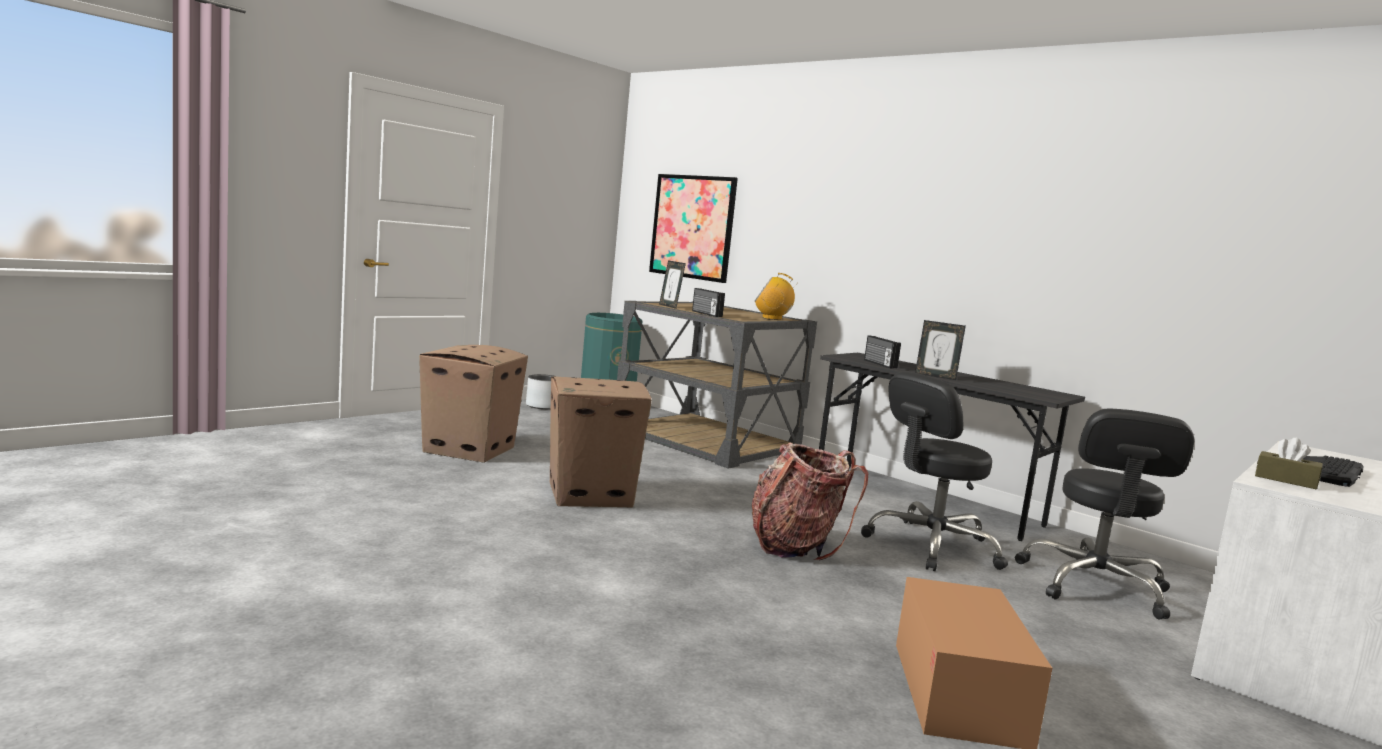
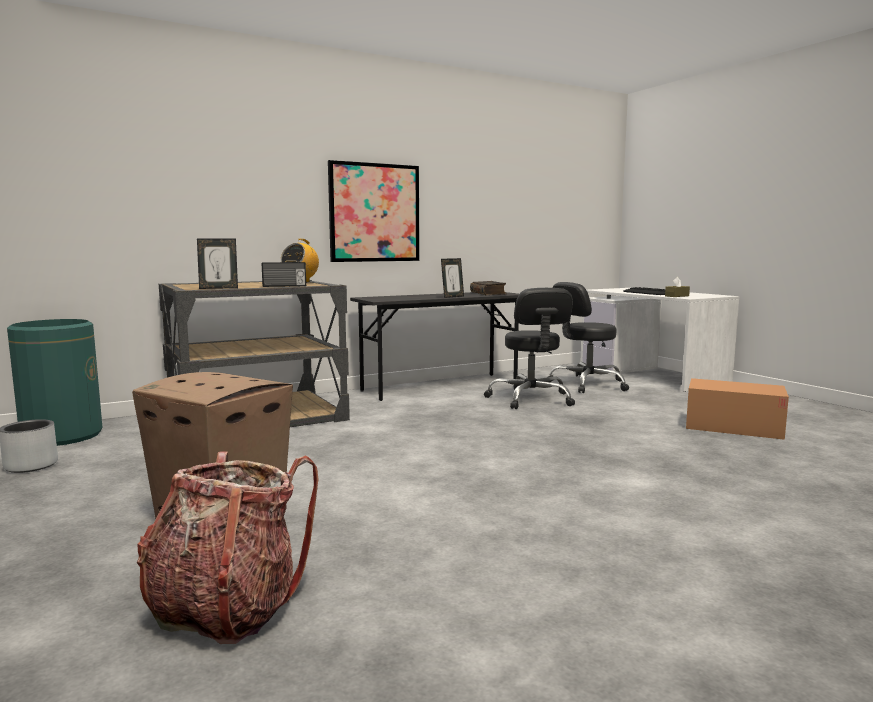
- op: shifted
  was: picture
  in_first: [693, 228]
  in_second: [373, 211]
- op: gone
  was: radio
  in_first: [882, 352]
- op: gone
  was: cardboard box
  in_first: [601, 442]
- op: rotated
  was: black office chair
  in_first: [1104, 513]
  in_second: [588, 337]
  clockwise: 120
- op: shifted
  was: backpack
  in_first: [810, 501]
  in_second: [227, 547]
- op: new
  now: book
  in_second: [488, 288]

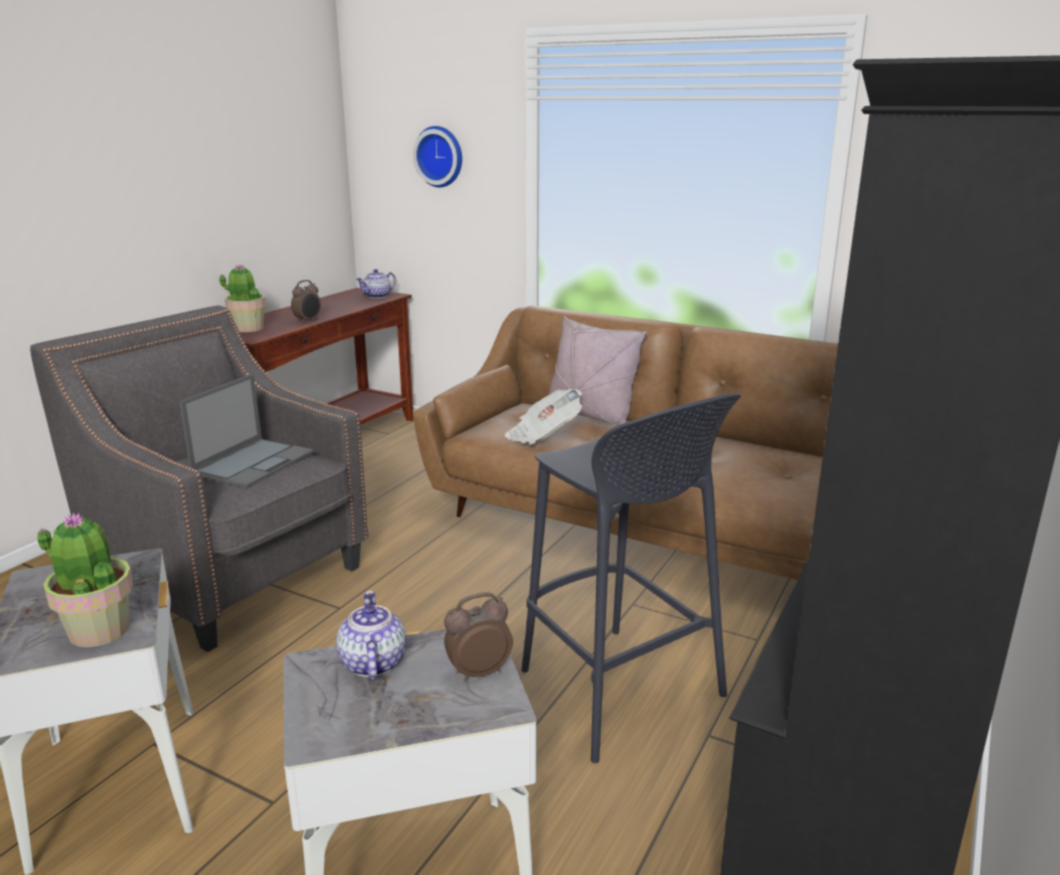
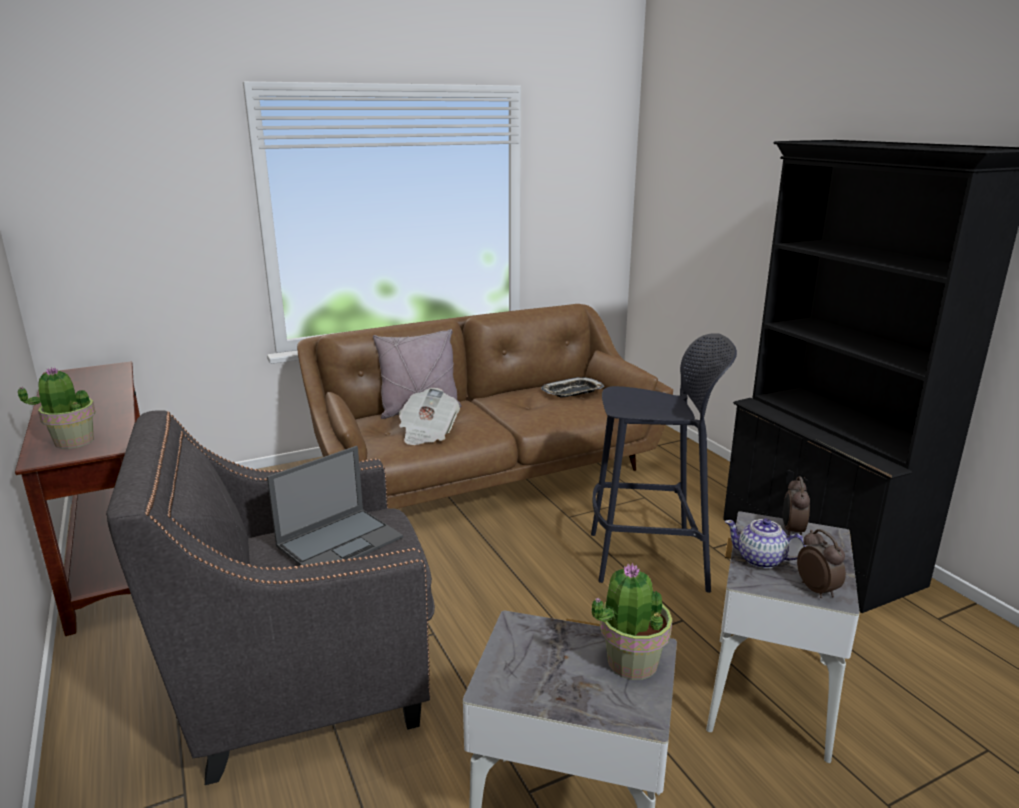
- op: gone
  was: wall clock
  in_first: [437, 156]
- op: gone
  was: teapot
  in_first: [376, 283]
- op: shifted
  was: alarm clock
  in_first: [306, 301]
  in_second: [821, 563]
- op: rotated
  was: laptop
  in_first: [246, 431]
  in_second: [335, 506]
  clockwise: 75
- op: new
  now: tray
  in_second: [572, 387]

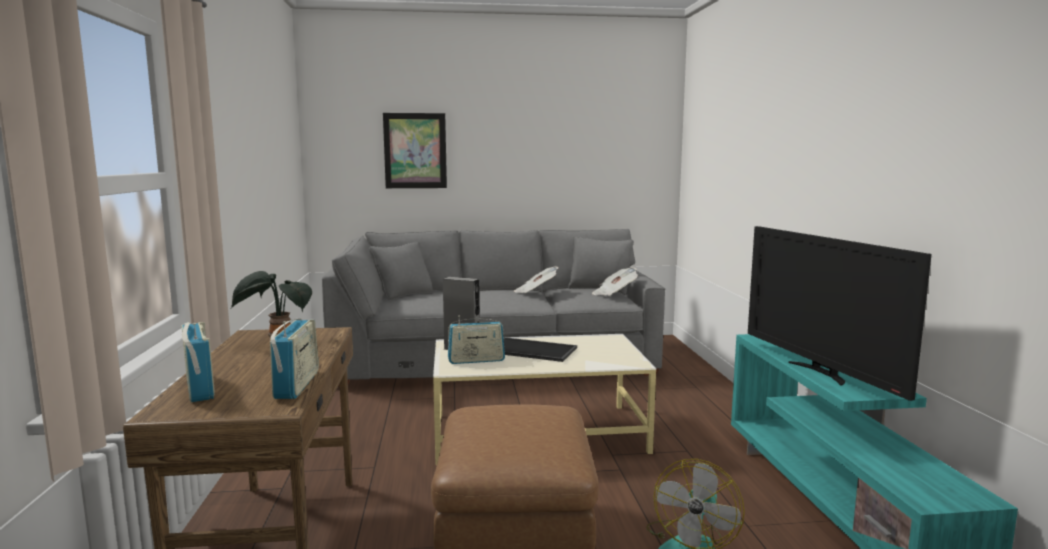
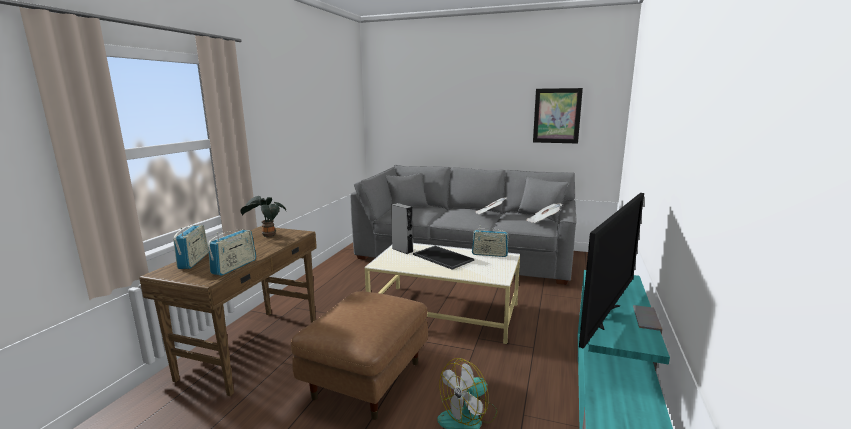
- op: shifted
  was: picture
  in_first: [415, 150]
  in_second: [558, 115]
- op: rotated
  was: television
  in_first: [840, 313]
  in_second: [611, 271]
  clockwise: -150
- op: shifted
  was: radio
  in_first: [476, 340]
  in_second: [490, 242]

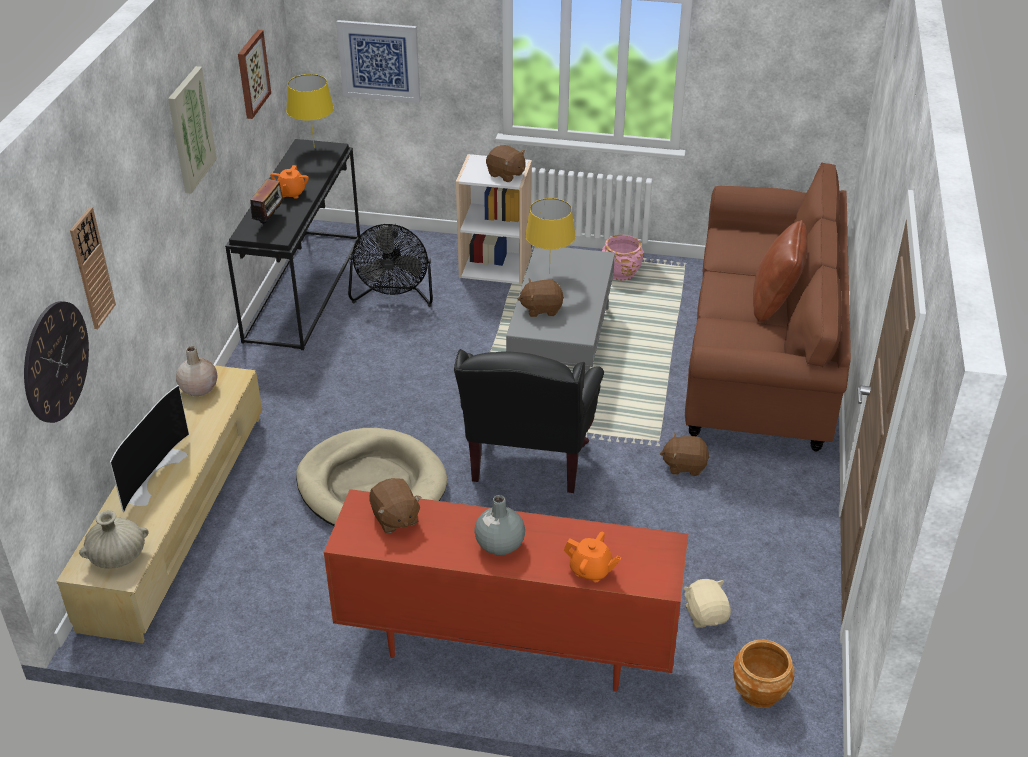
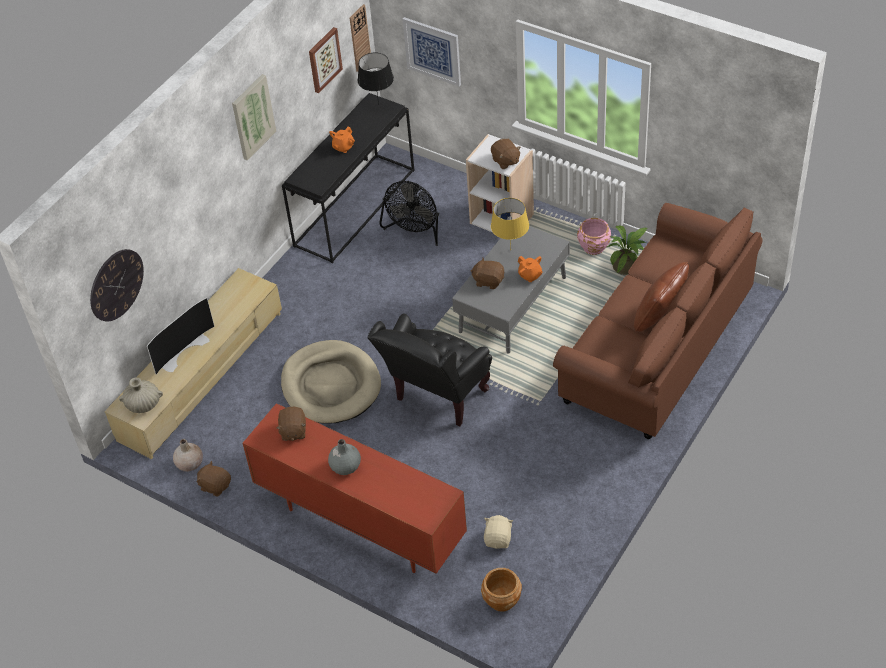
- op: repainted
  was: yellow table lamp
  now: black table lamp
  in_first: [310, 111]
  in_second: [376, 78]
- op: gone
  was: radio
  in_first: [266, 202]
- op: shifted
  was: wall clock
  in_first: [93, 268]
  in_second: [360, 38]
- op: shifted
  was: beige vase
  in_first: [196, 371]
  in_second: [188, 455]
- op: shifted
  was: brown plush toy
  in_first: [685, 454]
  in_second: [214, 479]
- op: shifted
  was: orange teapot
  in_first: [592, 557]
  in_second: [530, 269]
- op: new
  now: potted plant
  in_second: [627, 250]

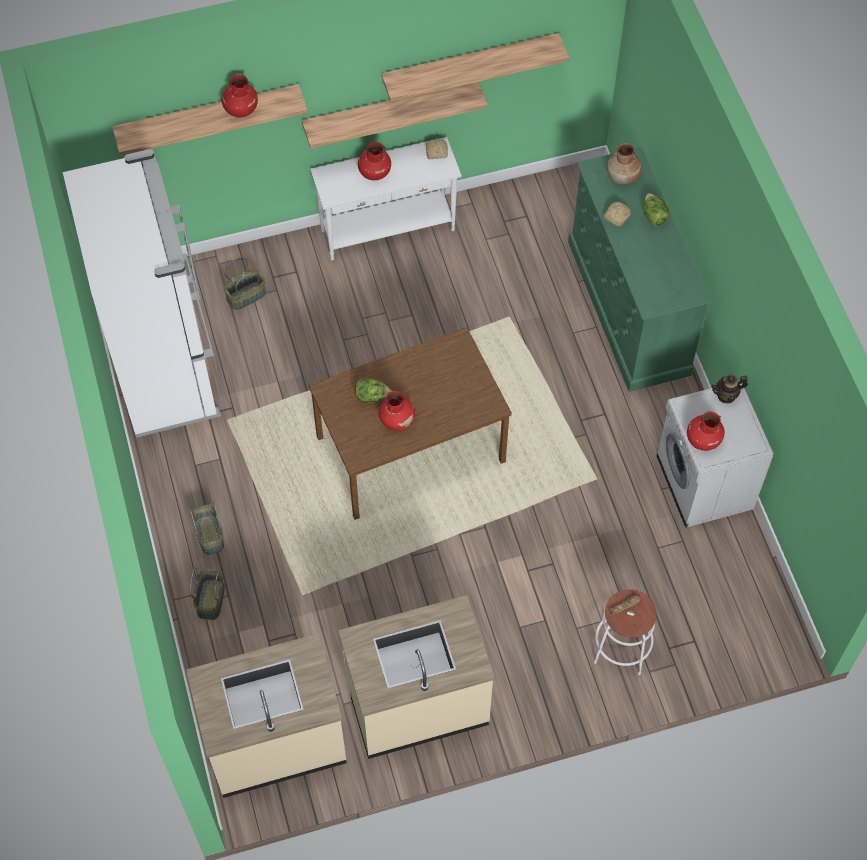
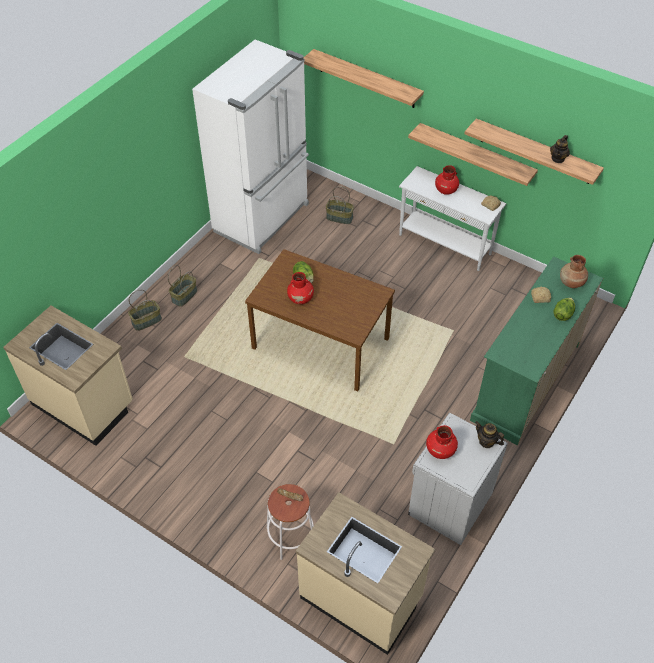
- op: gone
  was: red vase
  in_first: [239, 96]
- op: shifted
  was: beige counter
  in_first: [416, 677]
  in_second: [365, 573]
- op: new
  now: teapot
  in_second: [560, 149]

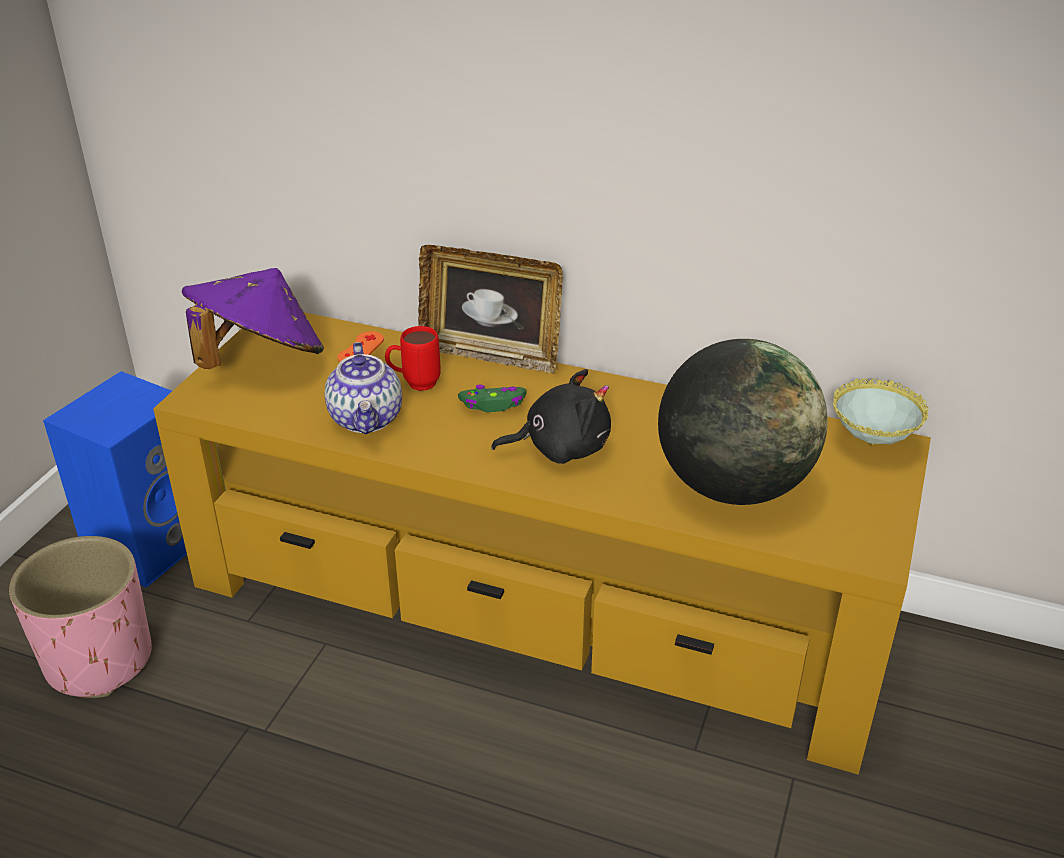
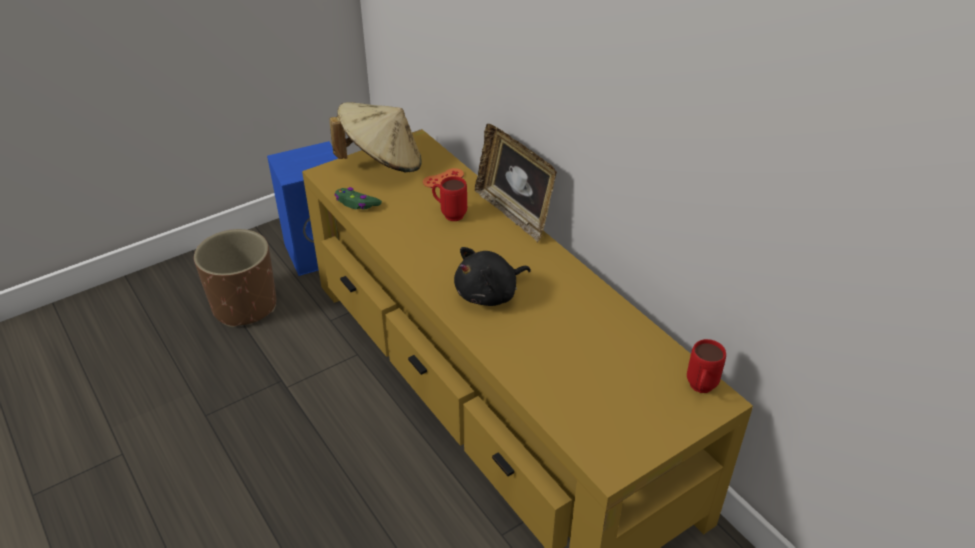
- op: repainted
  was: purple hat
  now: beige hat
  in_first: [252, 318]
  in_second: [375, 137]
- op: gone
  was: globe
  in_first: [743, 422]
- op: gone
  was: teapot
  in_first: [363, 388]
- op: rotated
  was: black plush toy
  in_first: [551, 416]
  in_second: [492, 276]
  clockwise: 120
- op: swapped
  was: bowl
  now: red mug
  in_first: [881, 411]
  in_second: [706, 366]
- op: shifted
  was: green game controller
  in_first: [492, 398]
  in_second: [358, 198]
- op: repainted
  was: pink planter
  now: brown planter
  in_first: [80, 617]
  in_second: [235, 278]

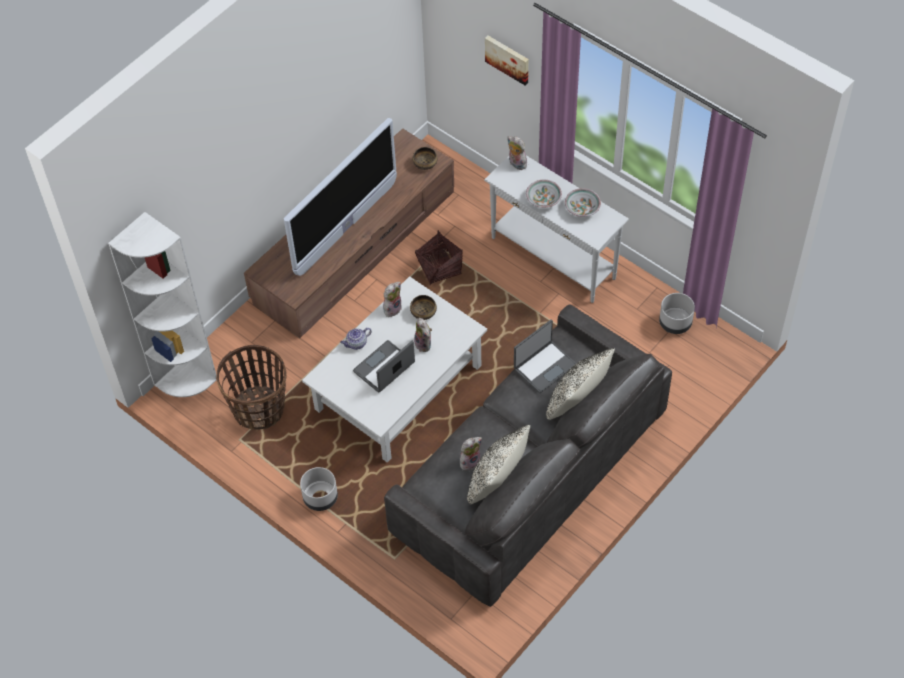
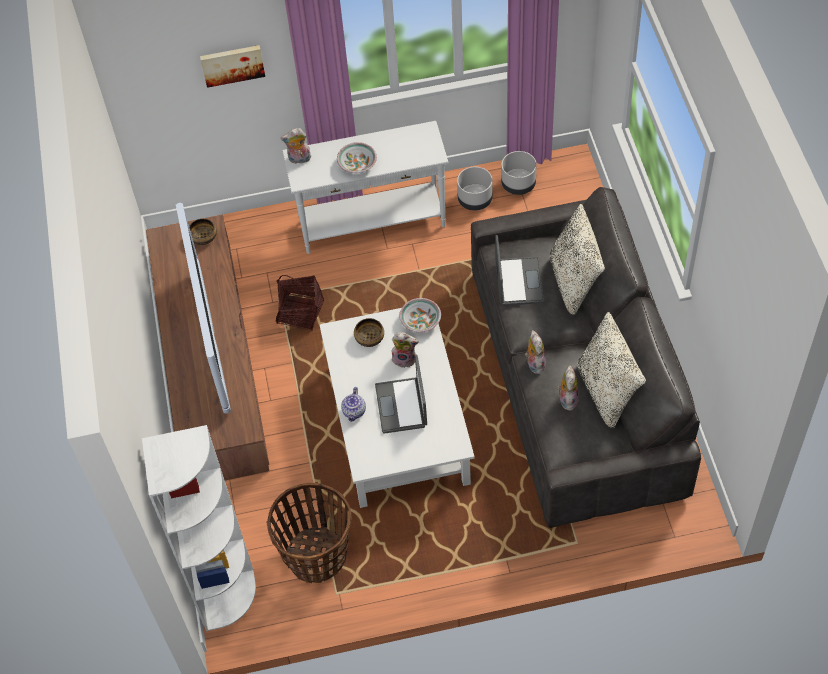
- op: shifted
  was: bowl
  in_first: [583, 202]
  in_second: [420, 315]
- op: shifted
  was: plush toy
  in_first: [392, 299]
  in_second: [535, 352]
- op: shifted
  was: grey planter
  in_first: [319, 489]
  in_second: [475, 189]

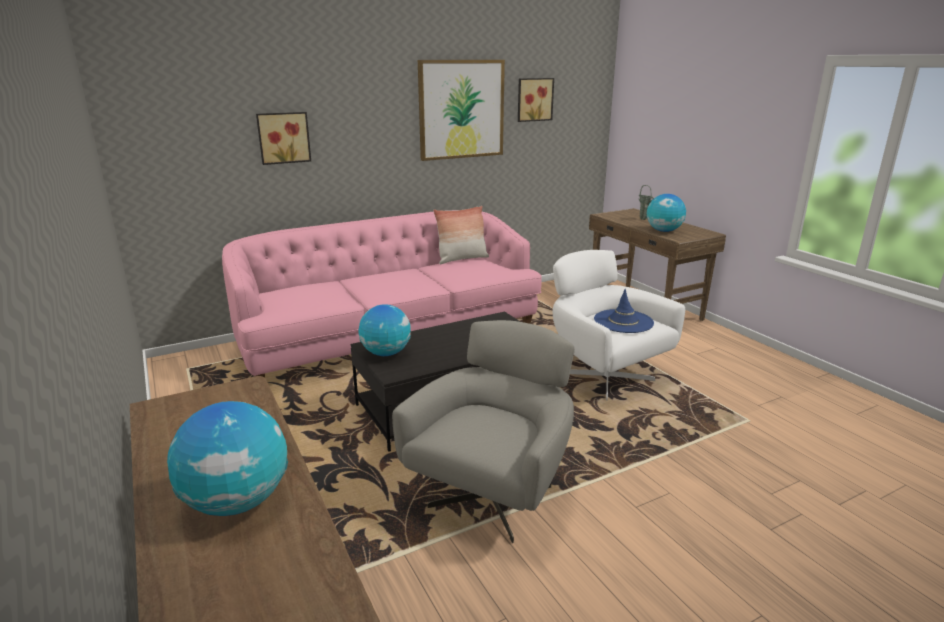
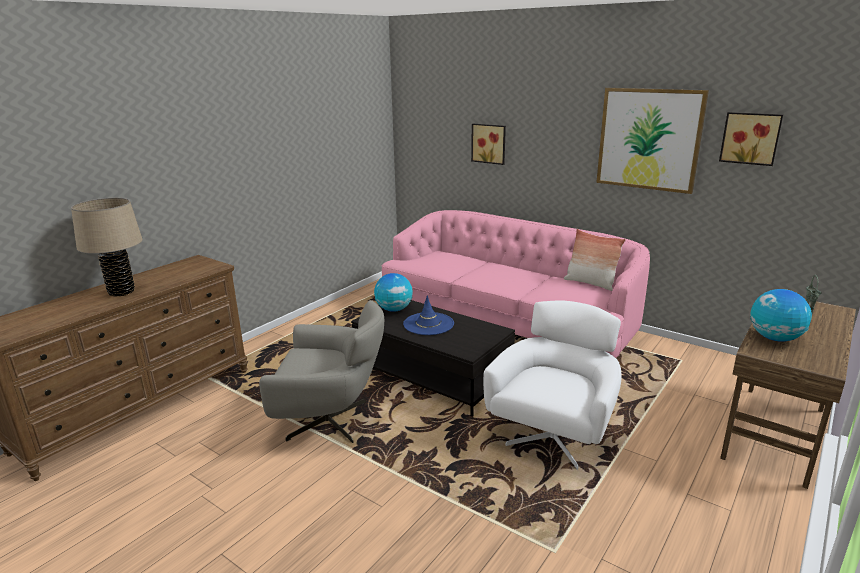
- op: shifted
  was: blue hat
  in_first: [624, 311]
  in_second: [428, 315]
- op: swapped
  was: globe
  now: beige table lamp
  in_first: [227, 458]
  in_second: [107, 247]

